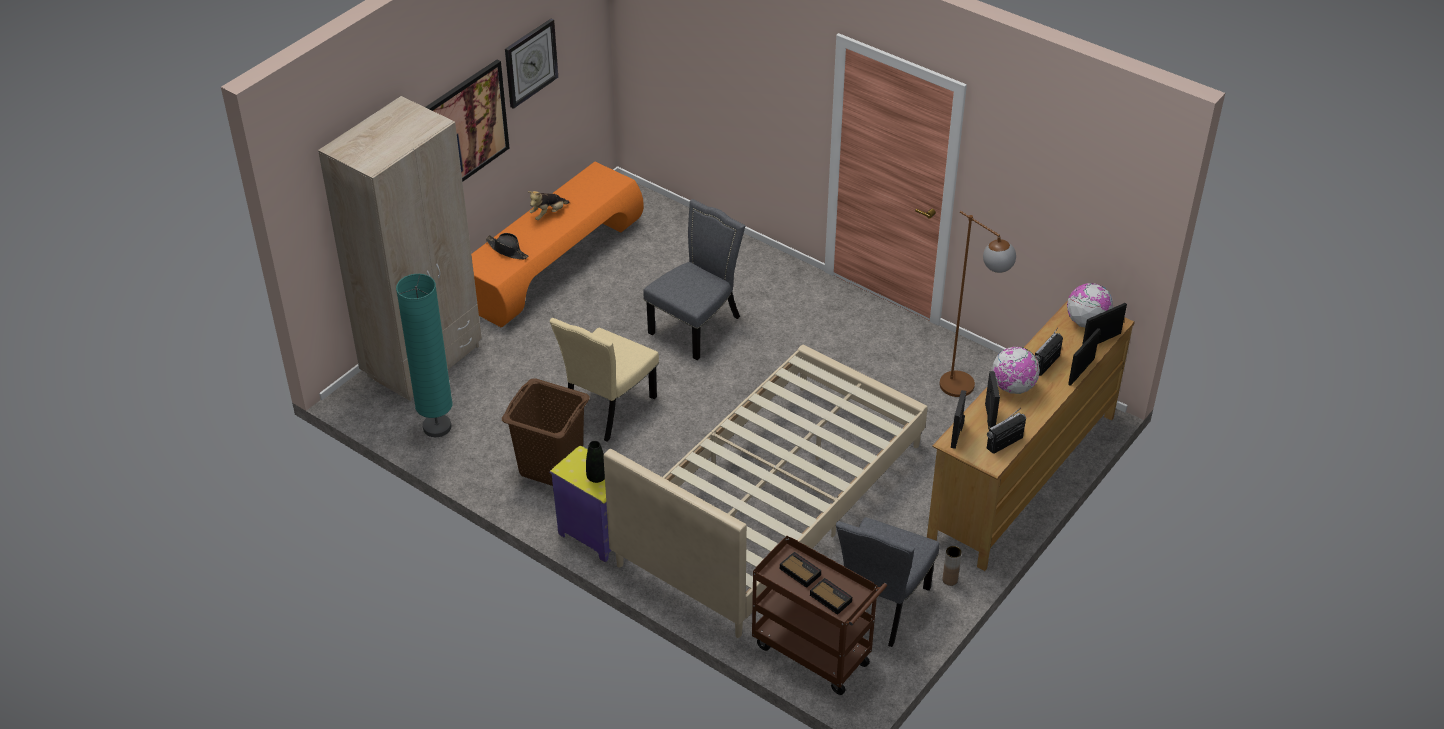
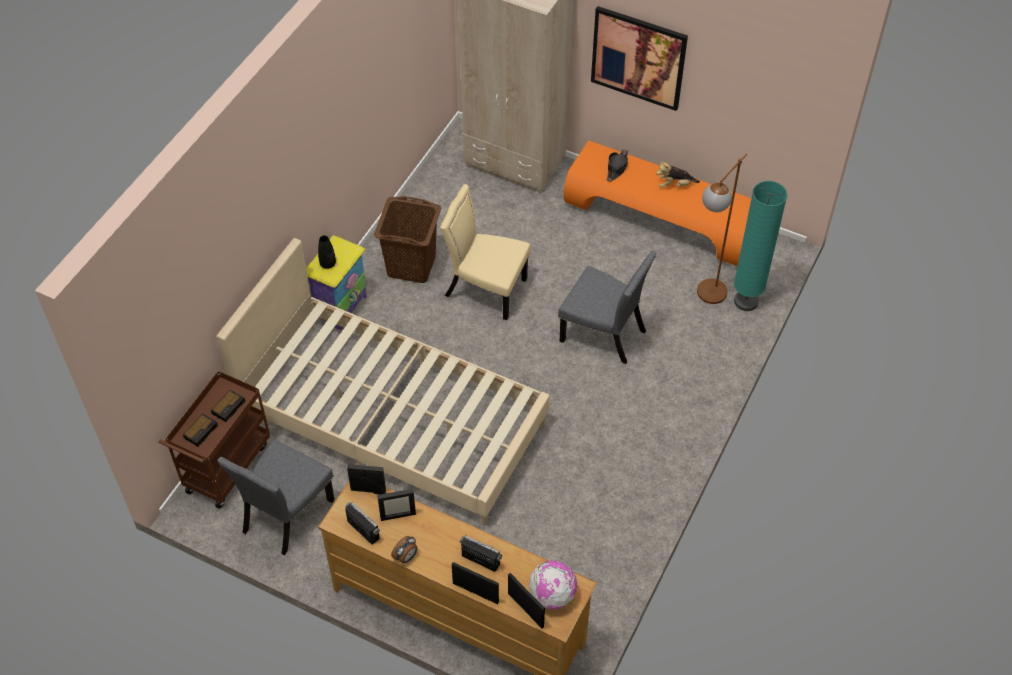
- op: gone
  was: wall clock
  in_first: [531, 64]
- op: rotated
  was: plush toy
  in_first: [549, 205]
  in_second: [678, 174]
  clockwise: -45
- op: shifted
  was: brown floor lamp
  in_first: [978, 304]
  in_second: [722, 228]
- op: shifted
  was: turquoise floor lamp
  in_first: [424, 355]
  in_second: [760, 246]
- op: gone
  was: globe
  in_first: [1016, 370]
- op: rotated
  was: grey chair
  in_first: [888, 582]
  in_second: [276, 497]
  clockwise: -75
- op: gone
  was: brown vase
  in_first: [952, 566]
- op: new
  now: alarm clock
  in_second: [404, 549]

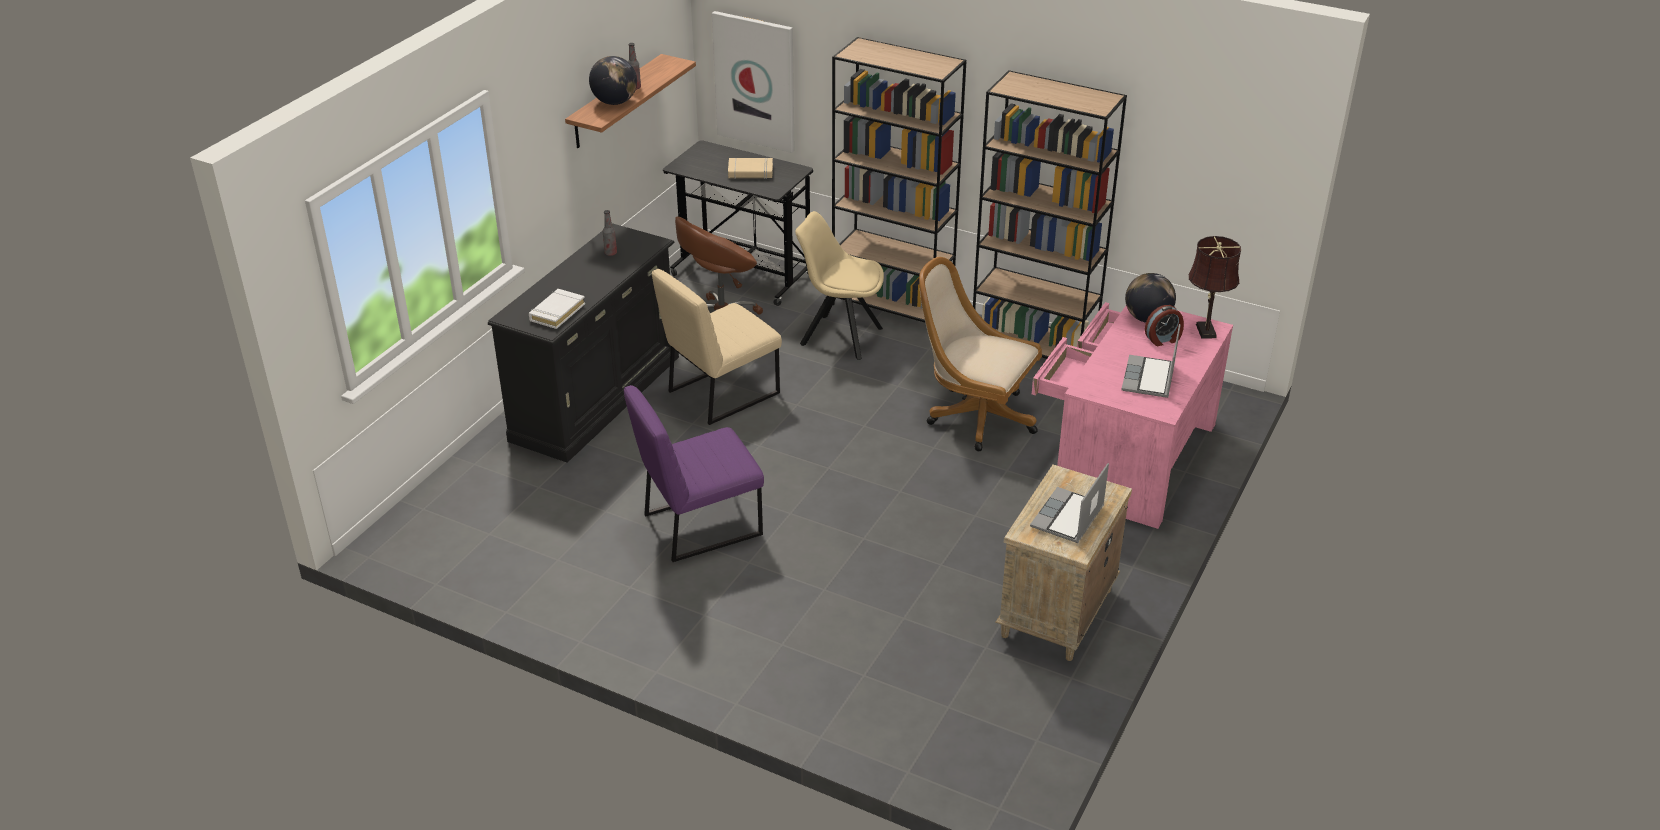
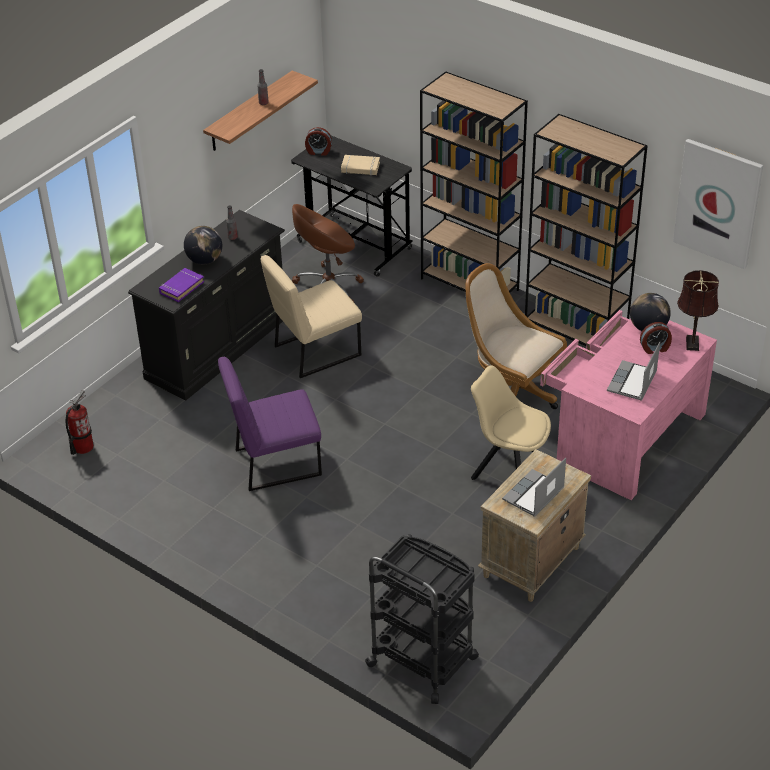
- op: shifted
  was: picture
  in_first: [753, 82]
  in_second: [718, 204]
- op: shifted
  was: globe
  in_first: [613, 80]
  in_second: [203, 245]
- op: shifted
  was: beige chair
  in_first: [839, 285]
  in_second: [511, 422]
- op: repainted
  was: white book
  now: purple book
  in_first: [557, 309]
  in_second: [181, 285]
- op: new
  now: alarm clock
  in_second: [318, 141]
- op: new
  now: fire extinguisher
  in_second: [80, 422]
- op: new
  now: black cart
  in_second: [422, 619]

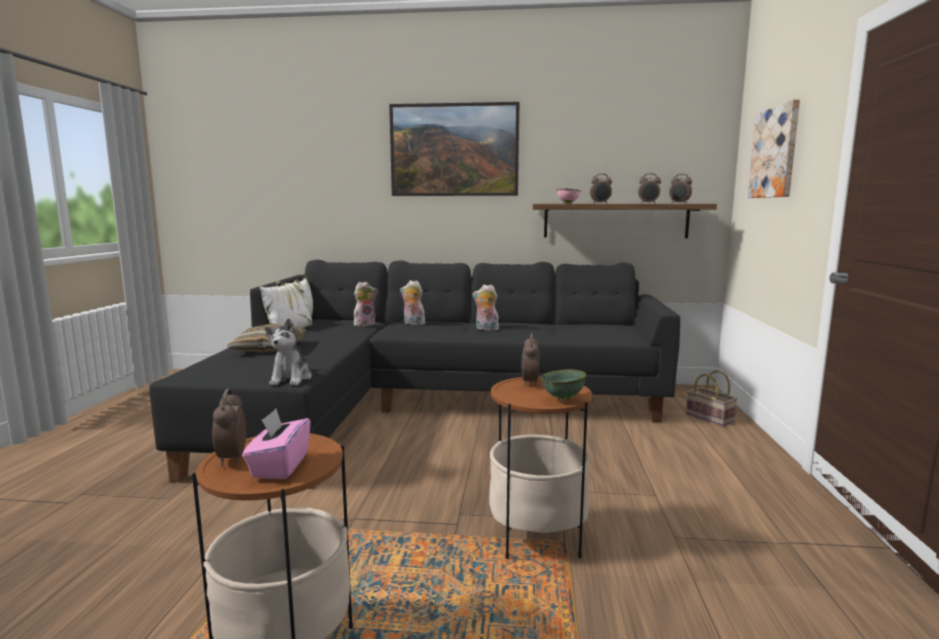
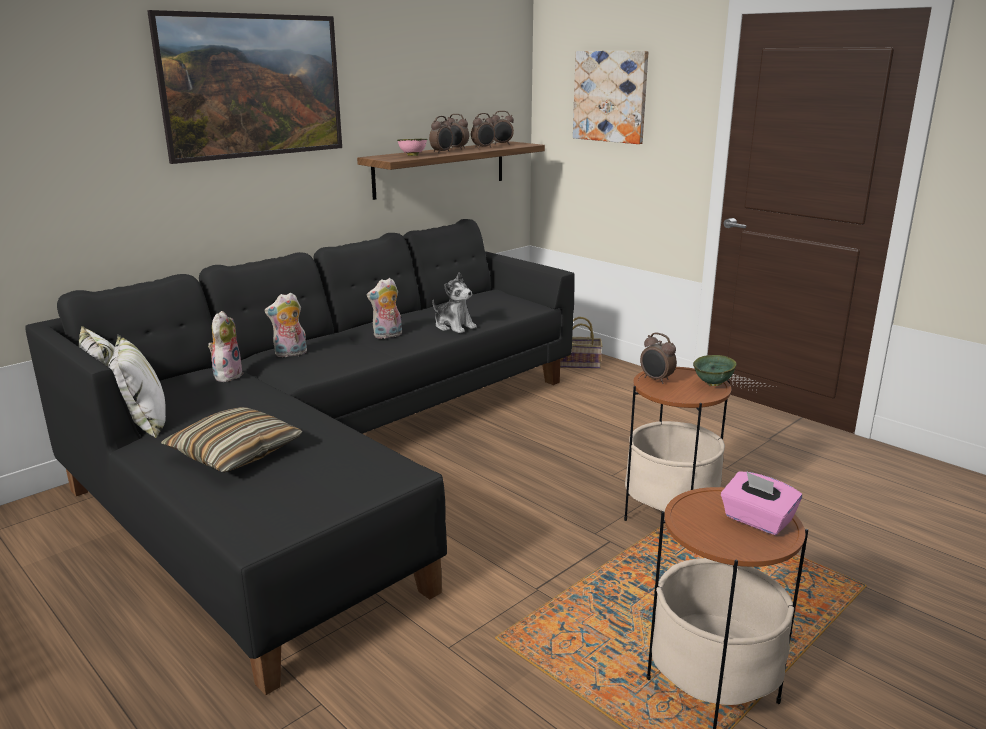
- op: shifted
  was: plush toy
  in_first: [288, 351]
  in_second: [455, 302]
- op: shifted
  was: alarm clock
  in_first: [229, 427]
  in_second: [458, 132]

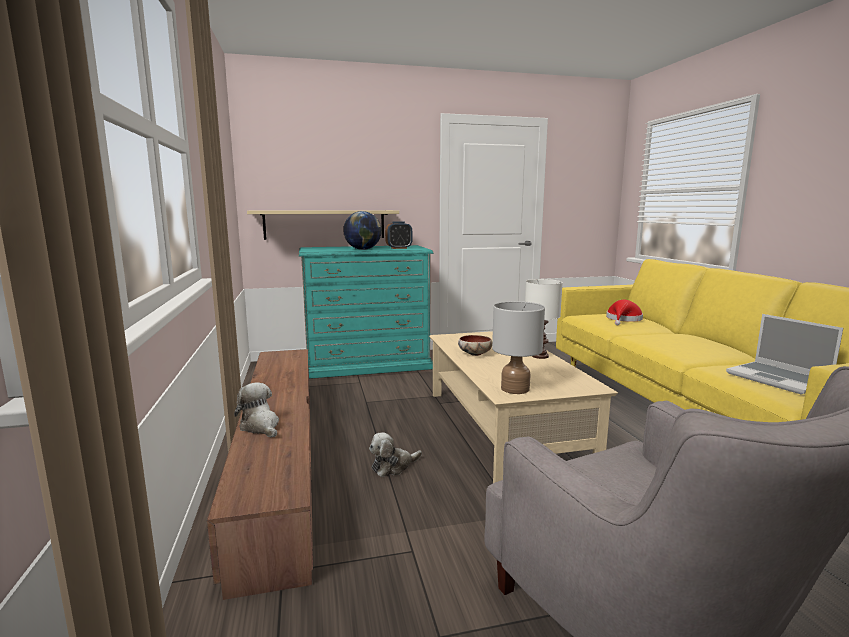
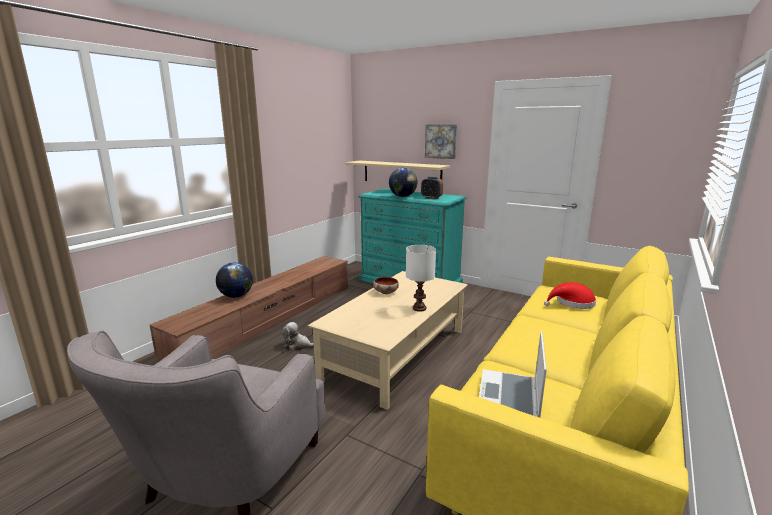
- op: gone
  was: grey table lamp
  in_first: [518, 347]
- op: swapped
  was: plush toy
  now: globe
  in_first: [256, 409]
  in_second: [234, 280]
- op: new
  now: picture
  in_second: [441, 141]

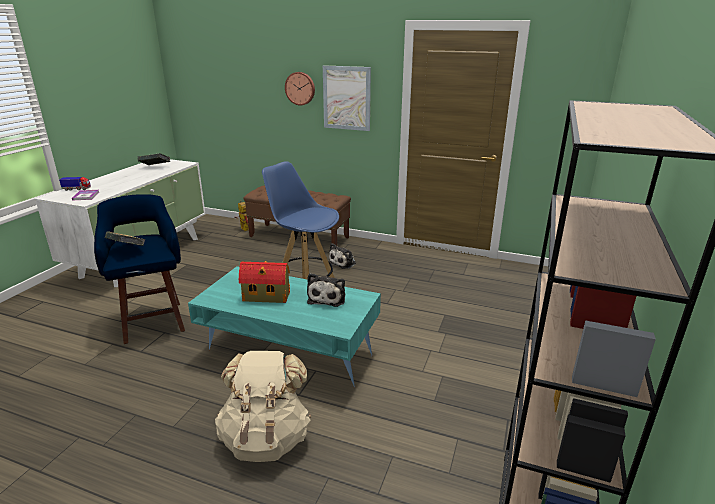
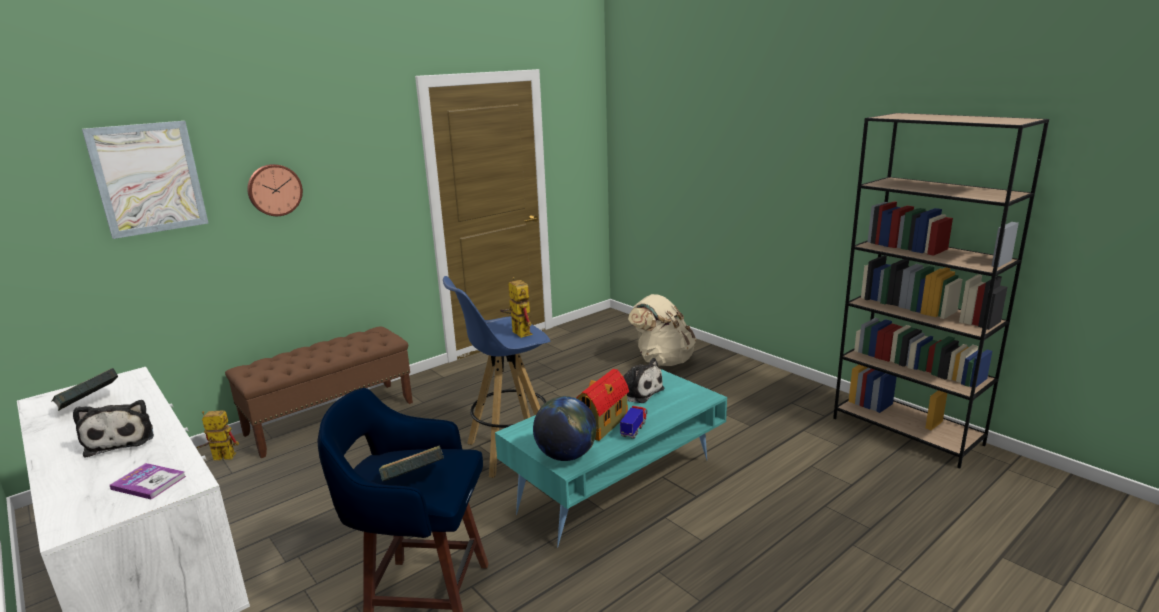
- op: shifted
  was: picture
  in_first: [347, 98]
  in_second: [145, 180]
- op: shifted
  was: toy truck
  in_first: [75, 184]
  in_second: [633, 422]
- op: shifted
  was: plush toy
  in_first: [342, 256]
  in_second: [113, 429]
- op: shifted
  was: beige backpack
  in_first: [263, 406]
  in_second: [662, 330]
- op: new
  now: toy robot
  in_second: [516, 307]
- op: new
  now: globe
  in_second: [565, 428]

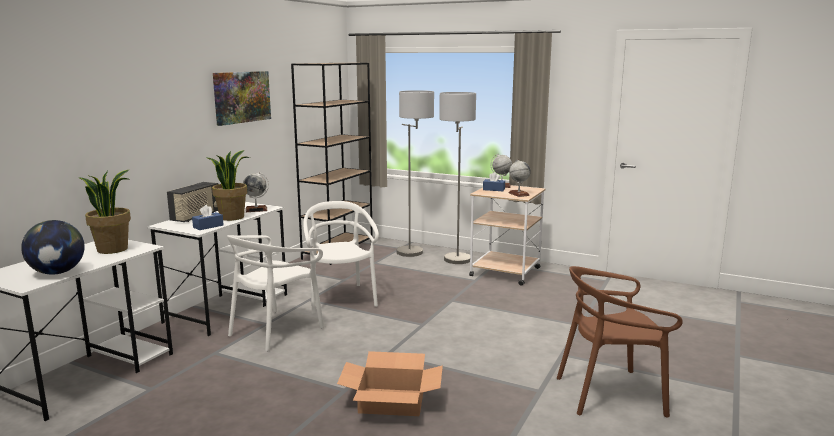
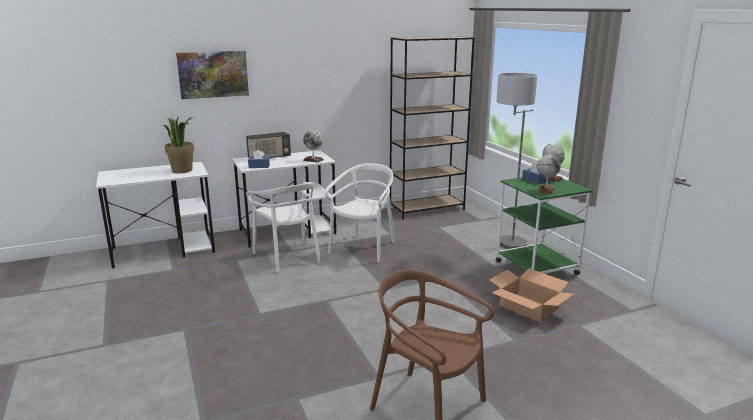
- op: shifted
  was: picture
  in_first: [242, 98]
  in_second: [212, 75]
- op: gone
  was: grey floor lamp
  in_first: [415, 173]
- op: gone
  was: potted plant
  in_first: [228, 185]
- op: repainted
  was: beige cart
  now: green cart
  in_first: [507, 235]
  in_second: [544, 226]
- op: gone
  was: globe
  in_first: [53, 247]
- op: rotated
  was: white chair
  in_first: [275, 293]
  in_second: [283, 227]
  clockwise: -105
- op: shifted
  was: cardboard box
  in_first: [390, 383]
  in_second: [532, 295]

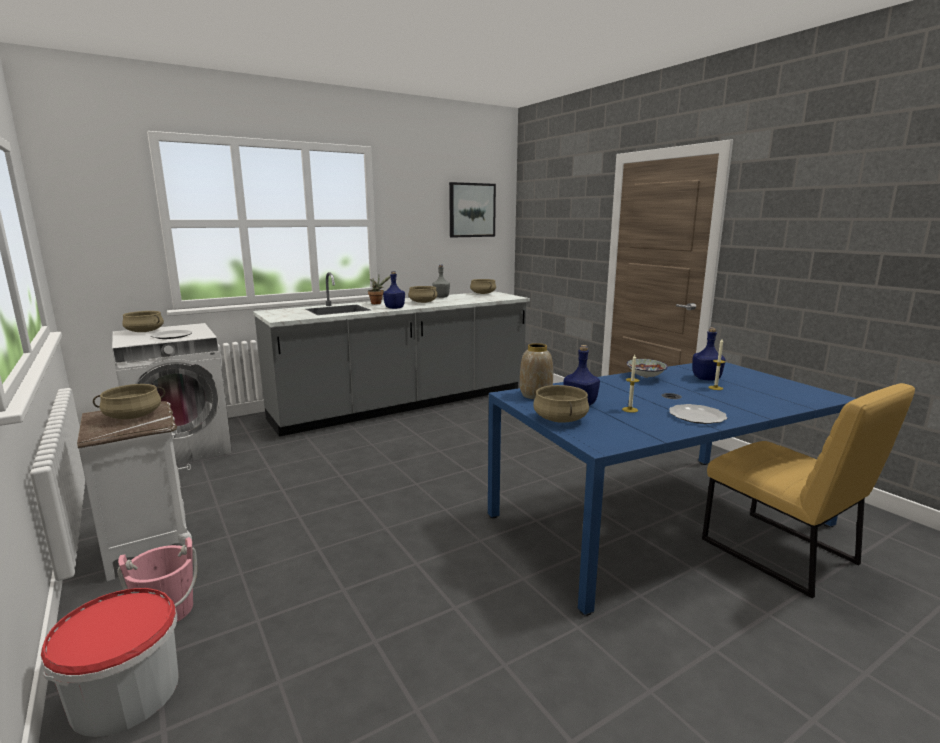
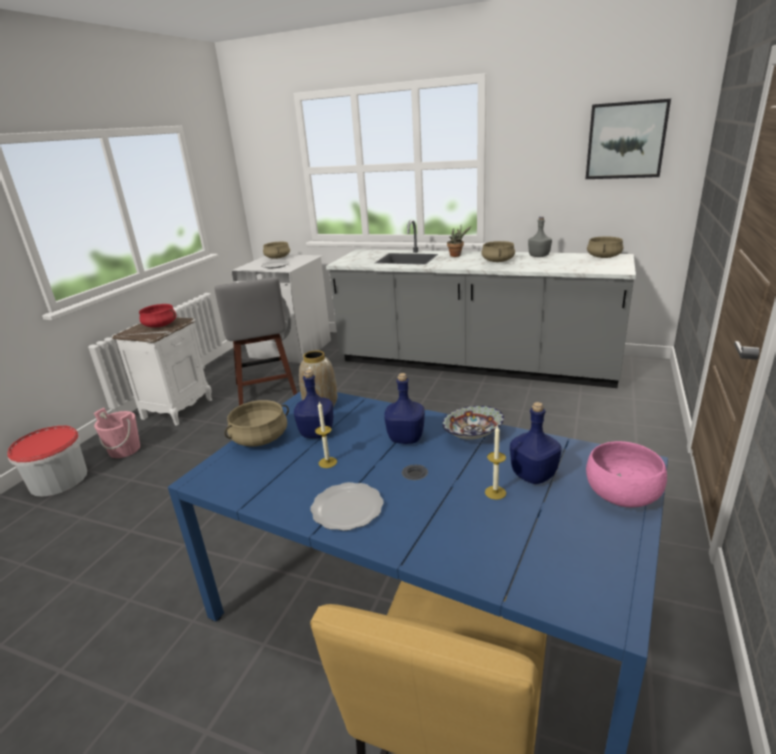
- op: shifted
  was: blue bottle
  in_first: [394, 290]
  in_second: [404, 408]
- op: repainted
  was: beige cooking pot
  now: red cooking pot
  in_first: [129, 401]
  in_second: [157, 316]
- op: new
  now: grey stool
  in_second: [255, 341]
- op: new
  now: pink bowl
  in_second: [626, 474]

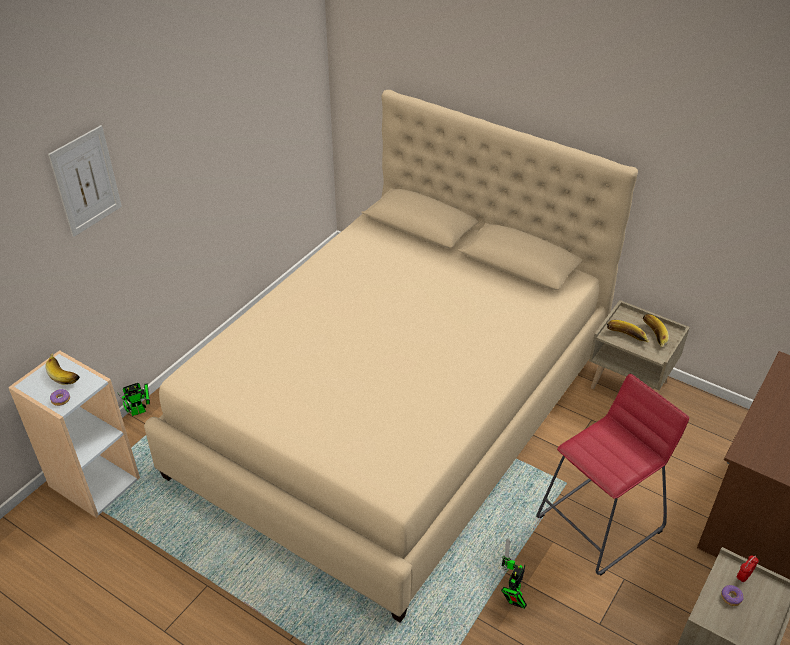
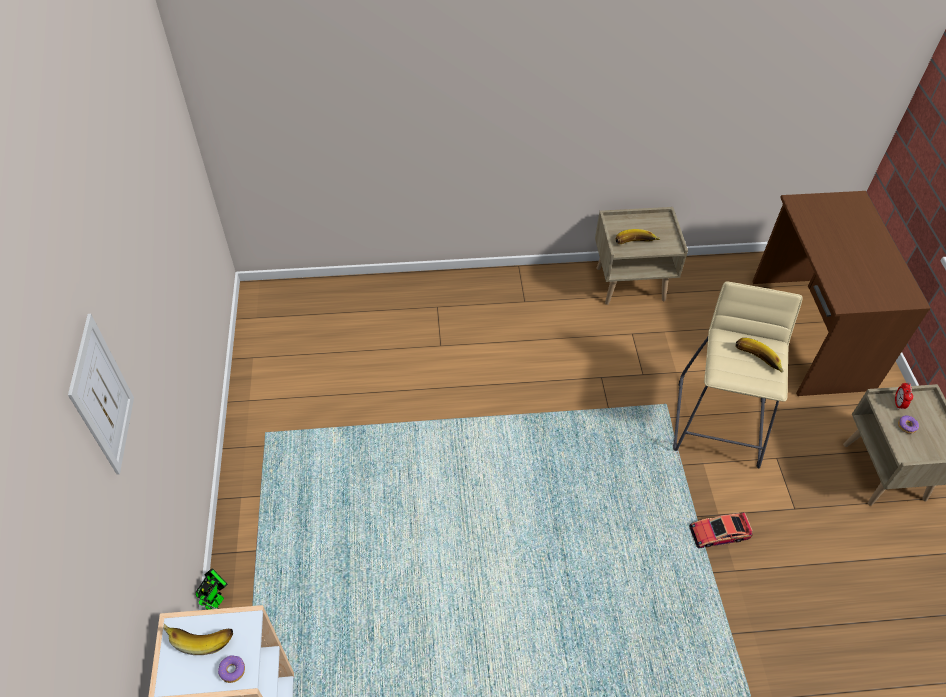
- op: gone
  was: beige bed
  in_first: [391, 356]
- op: shifted
  was: banana
  in_first: [656, 330]
  in_second: [759, 355]
- op: repainted
  was: red stool
  now: beige stool
  in_first: [612, 475]
  in_second: [738, 374]
- op: swapped
  was: toy robot
  now: toy car
  in_first: [514, 573]
  in_second: [721, 530]

